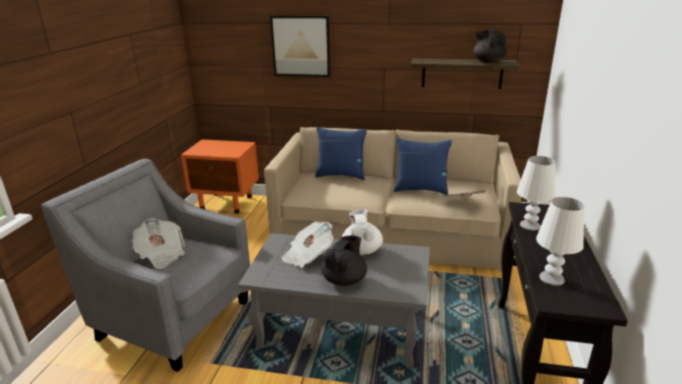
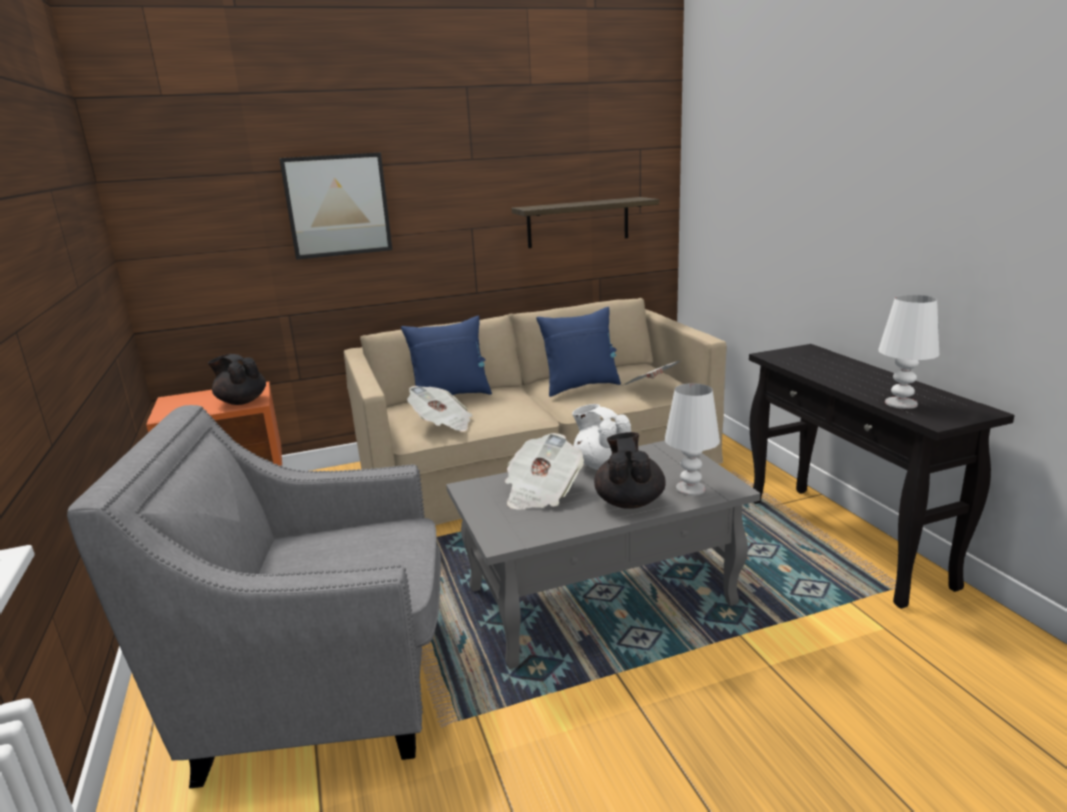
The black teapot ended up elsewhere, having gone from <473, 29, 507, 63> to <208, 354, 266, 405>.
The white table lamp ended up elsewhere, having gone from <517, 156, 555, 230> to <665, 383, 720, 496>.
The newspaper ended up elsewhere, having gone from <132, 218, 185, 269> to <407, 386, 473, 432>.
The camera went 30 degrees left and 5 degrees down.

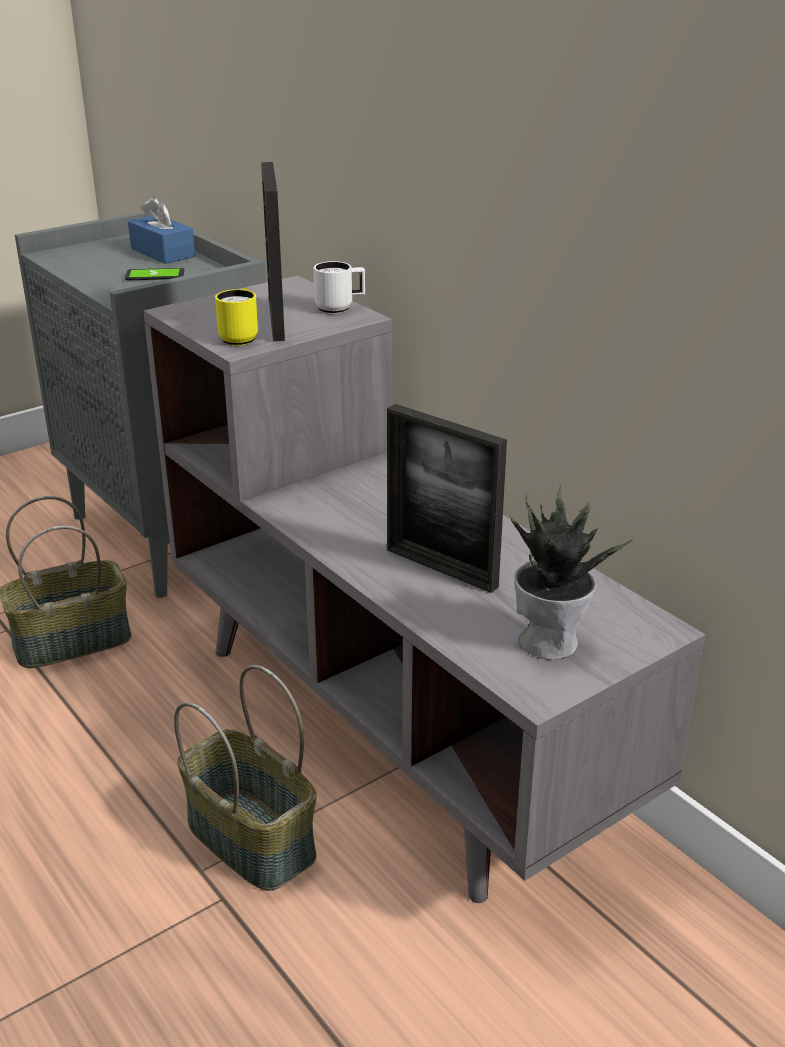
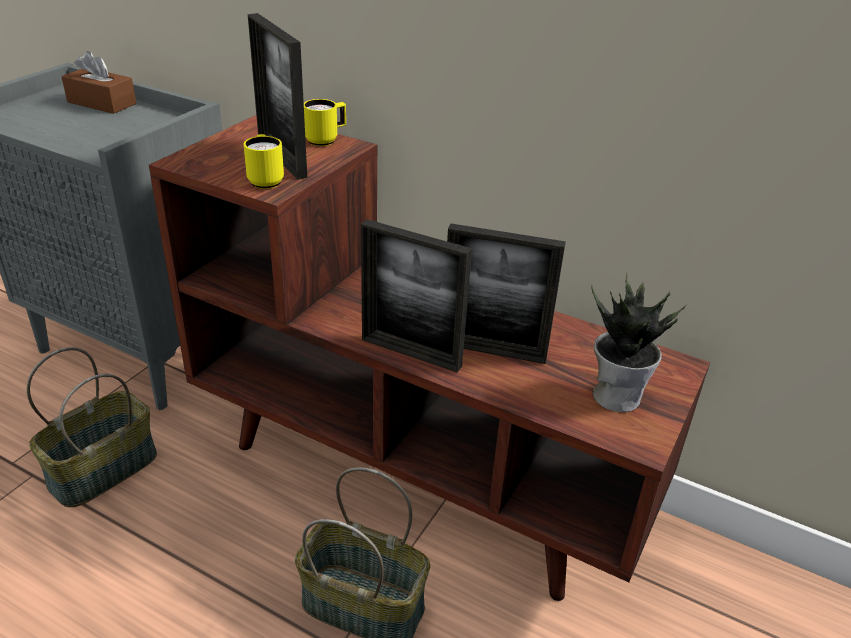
What was the blue tissue box at <128, 196, 195, 264> turned into the brown tissue box at <61, 51, 136, 114>.
What was the white mug at <314, 261, 365, 314> turned into the yellow mug at <304, 99, 346, 146>.
The second view lost the phone at <125, 268, 184, 280>.
What was the grey tv stand at <143, 275, 706, 903> turned into the brown tv stand at <149, 115, 710, 601>.
The second view gained the picture frame at <361, 219, 472, 373>.
The camera went 25 degrees left and 5 degrees up.

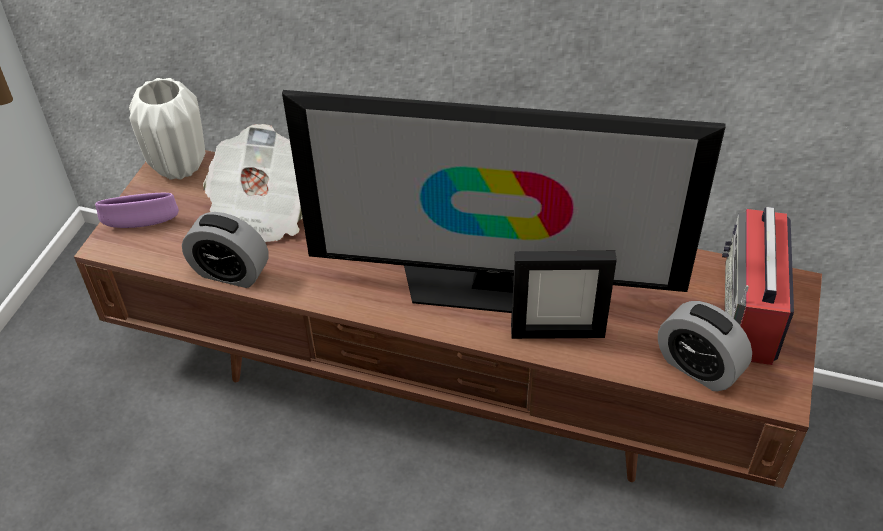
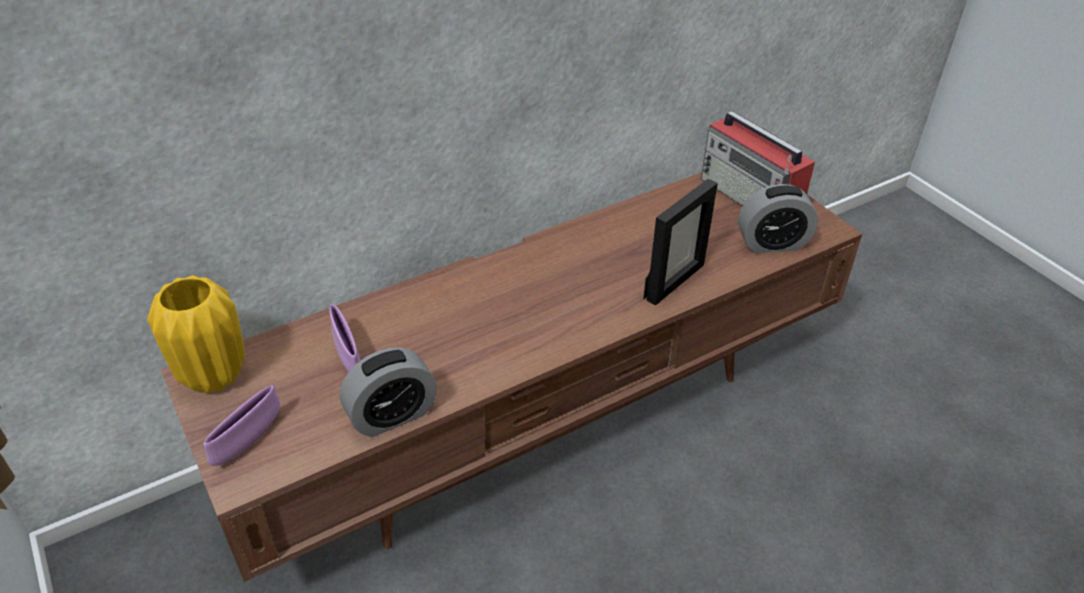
What was the white vase at <129, 78, 205, 180> turned into the yellow vase at <147, 275, 245, 394>.
The second view lost the television at <282, 90, 726, 313>.
Where the newspaper stood at <203, 124, 303, 242>, the purple bowl came to stand at <329, 304, 361, 372>.
The camera went 50 degrees left and 5 degrees down.

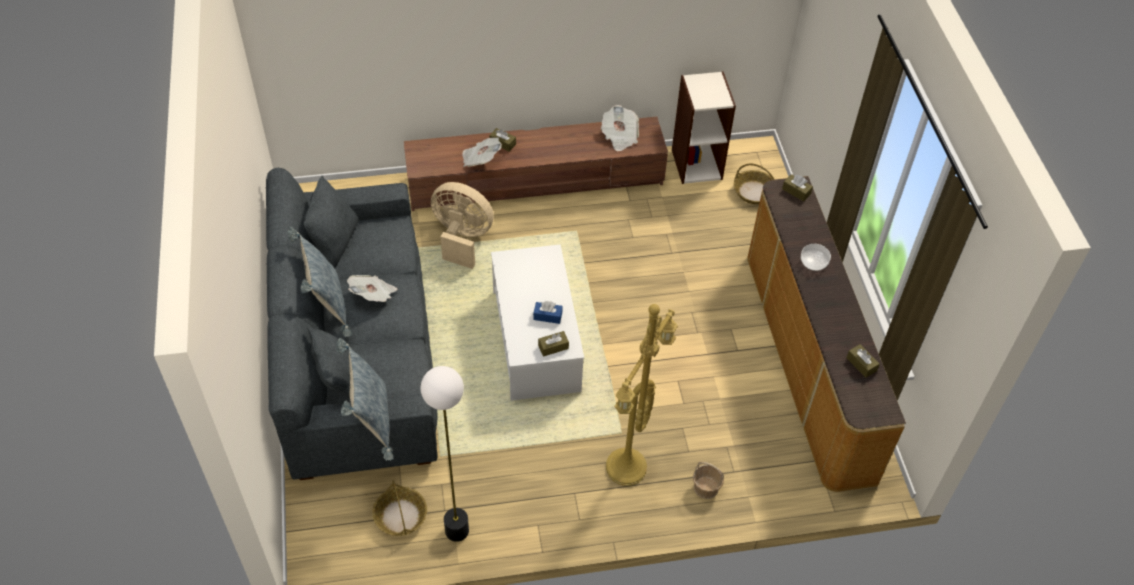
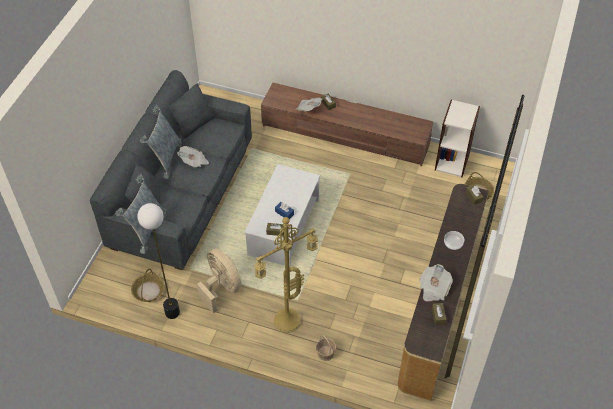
The newspaper ended up elsewhere, having gone from <601, 105, 639, 151> to <420, 264, 453, 301>.
The beige fan ended up elsewhere, having gone from <431, 182, 494, 269> to <197, 248, 242, 313>.
The camera went 30 degrees right and 0 degrees up.

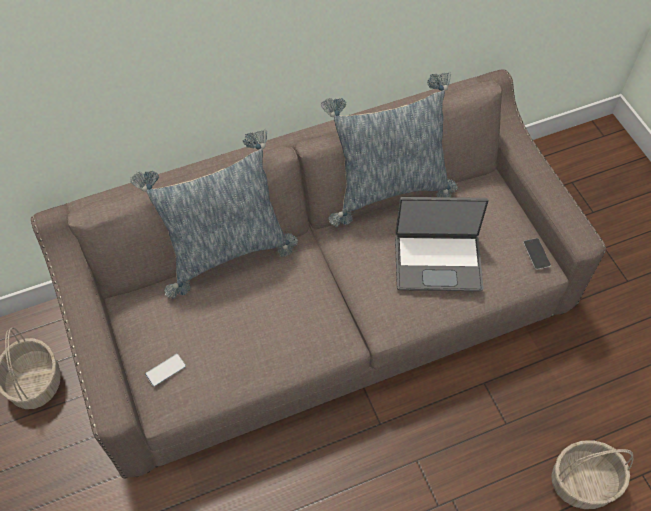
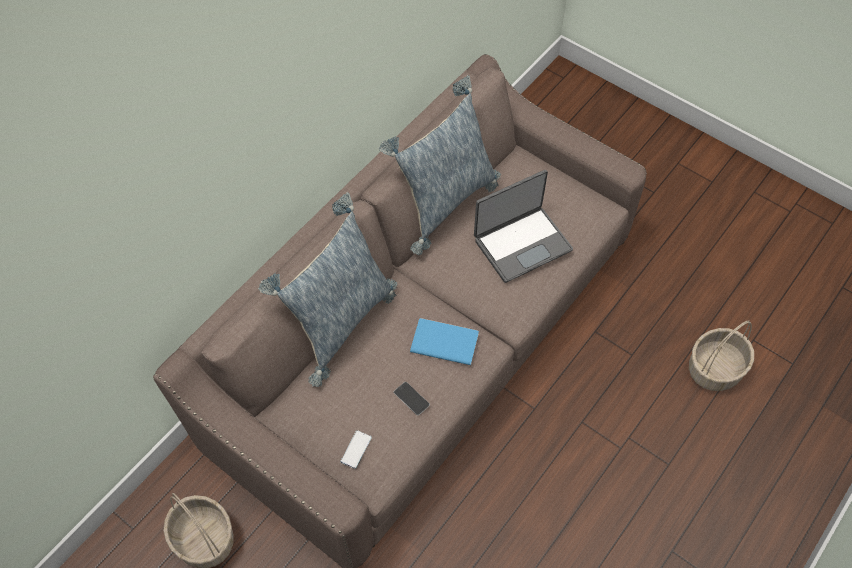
The phone ended up elsewhere, having gone from <523, 238, 551, 270> to <394, 382, 430, 416>.
The second view gained the blue book at <410, 318, 479, 365>.
The camera went 30 degrees left and 0 degrees up.

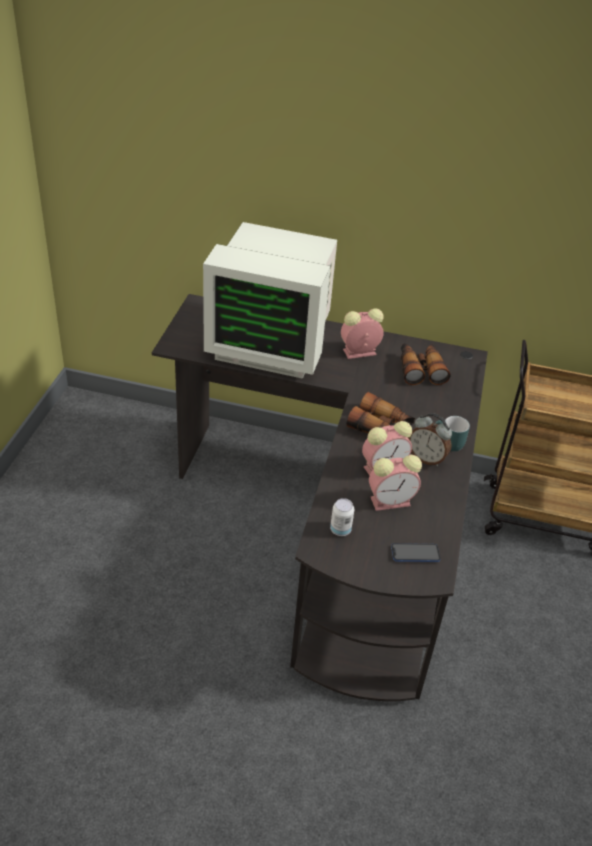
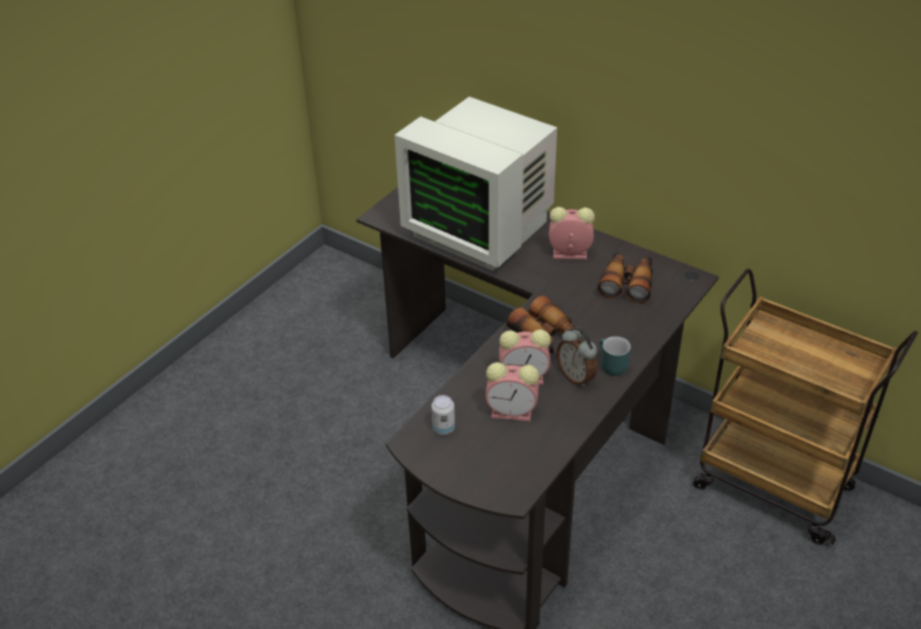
The second view lost the phone at <391, 543, 441, 562>.
The camera went 25 degrees right and 0 degrees up.

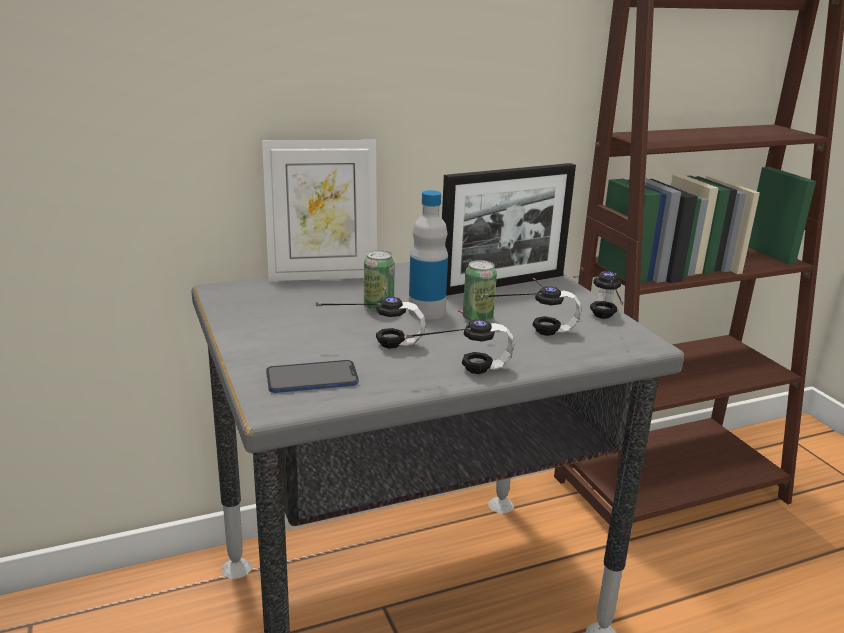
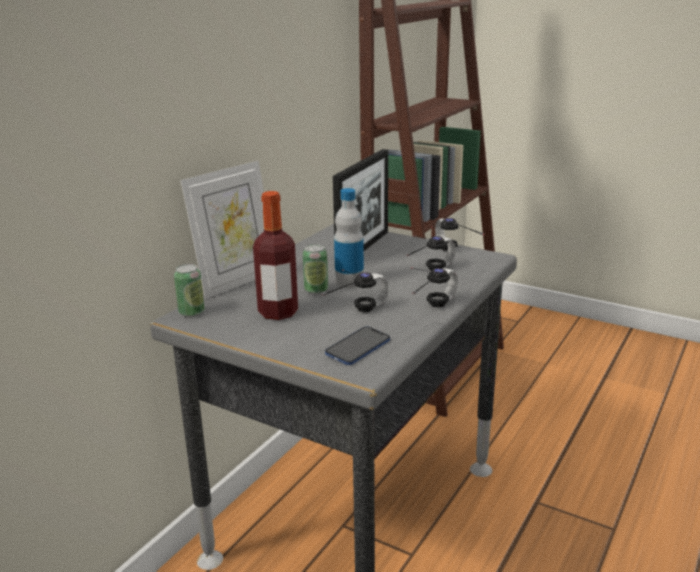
The can ended up elsewhere, having gone from <463, 260, 497, 322> to <174, 264, 205, 317>.
The second view gained the bottle at <253, 191, 298, 320>.
The camera went 35 degrees left and 0 degrees up.

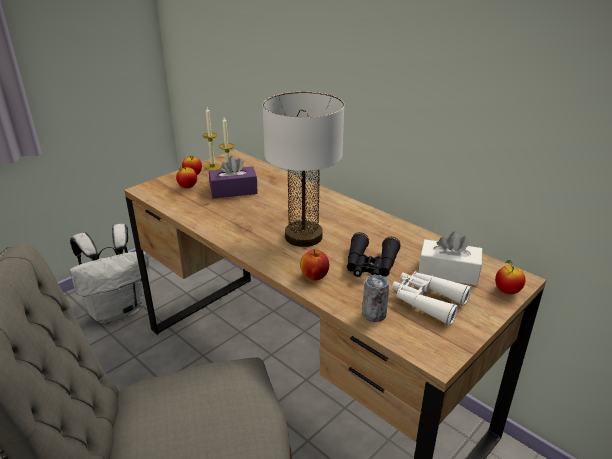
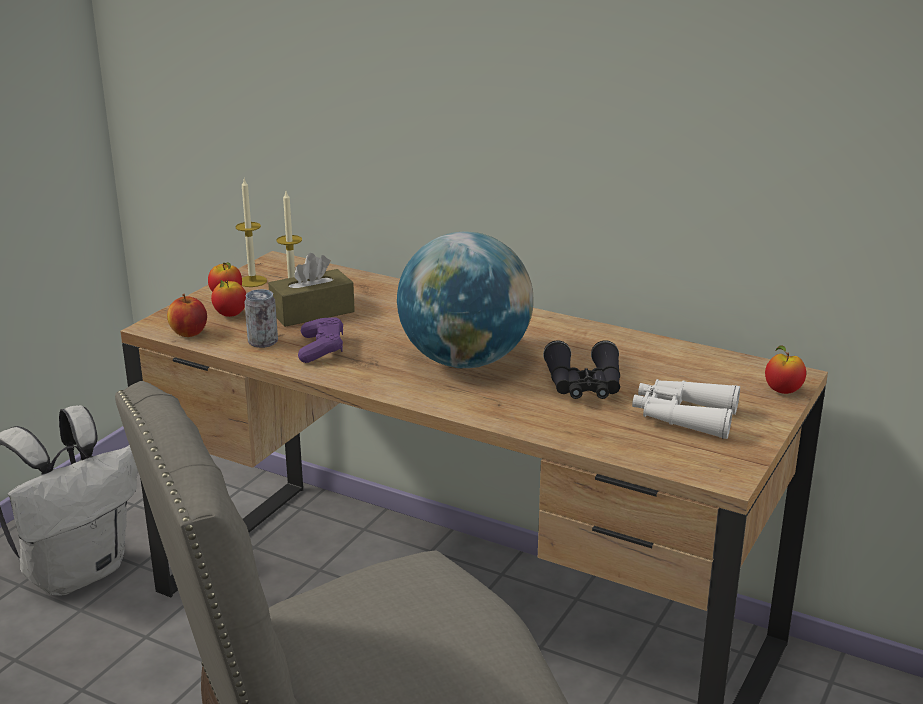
Where the table lamp stood at <263, 92, 344, 247>, the globe came to stand at <397, 231, 534, 368>.
What was the purple tissue box at <209, 156, 258, 199> turned into the brown tissue box at <268, 253, 355, 327>.
The second view lost the white tissue box at <418, 231, 482, 286>.
The apple ended up elsewhere, having gone from <300, 249, 329, 281> to <167, 294, 207, 337>.
The can ended up elsewhere, having gone from <362, 275, 389, 322> to <244, 289, 278, 348>.
The second view gained the purple game controller at <298, 317, 343, 363>.
The camera went 15 degrees left and 5 degrees down.

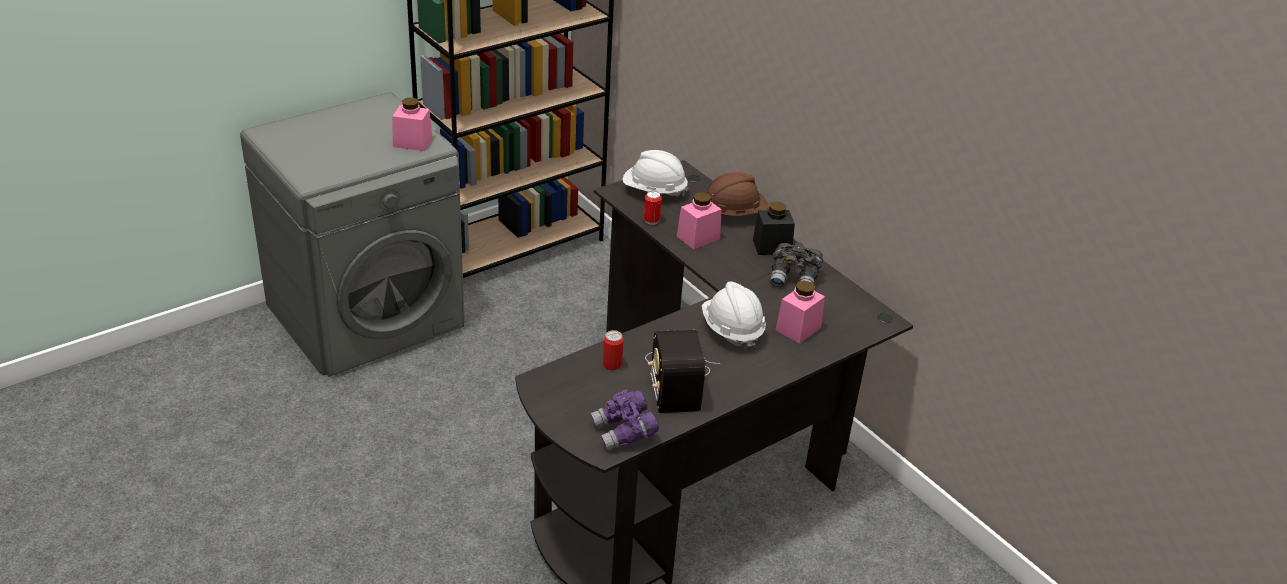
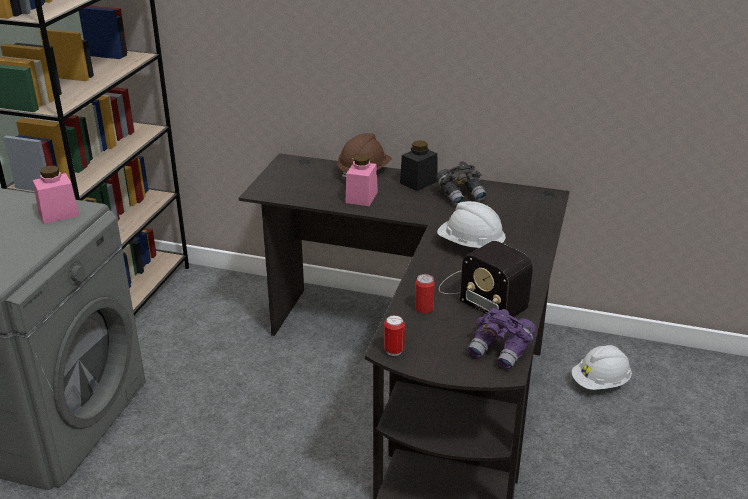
The white hard hat ended up elsewhere, having gone from <623, 150, 688, 196> to <571, 345, 632, 390>.
The can ended up elsewhere, having gone from <644, 191, 662, 225> to <384, 315, 405, 356>.
The second view lost the pink jar at <776, 281, 825, 344>.
The camera went 35 degrees left and 5 degrees down.

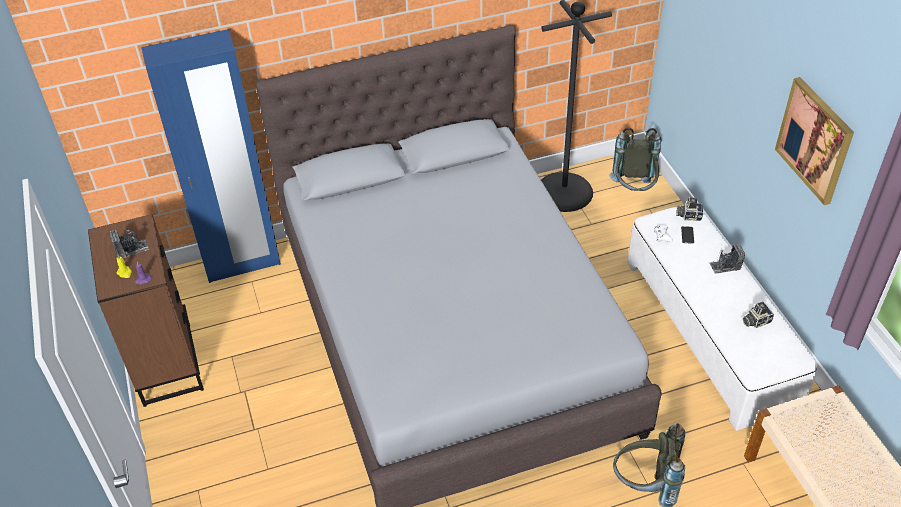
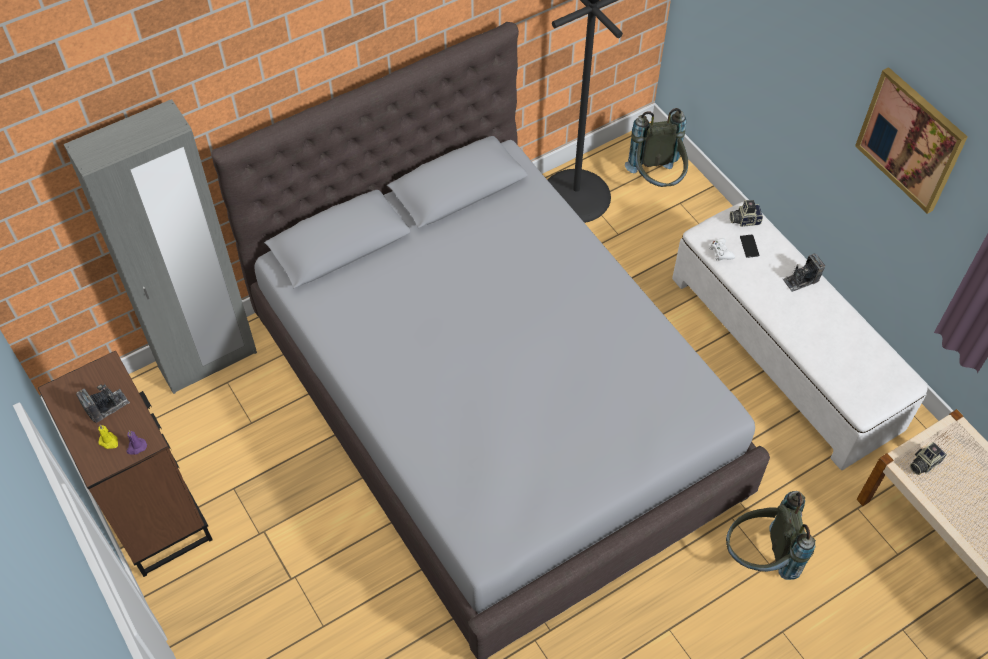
What was the blue wardrobe at <141, 29, 281, 283> turned into the grey wardrobe at <64, 99, 257, 394>.
The photo camera ended up elsewhere, having gone from <743, 302, 774, 328> to <910, 442, 947, 475>.
The camera went 15 degrees left and 10 degrees up.

